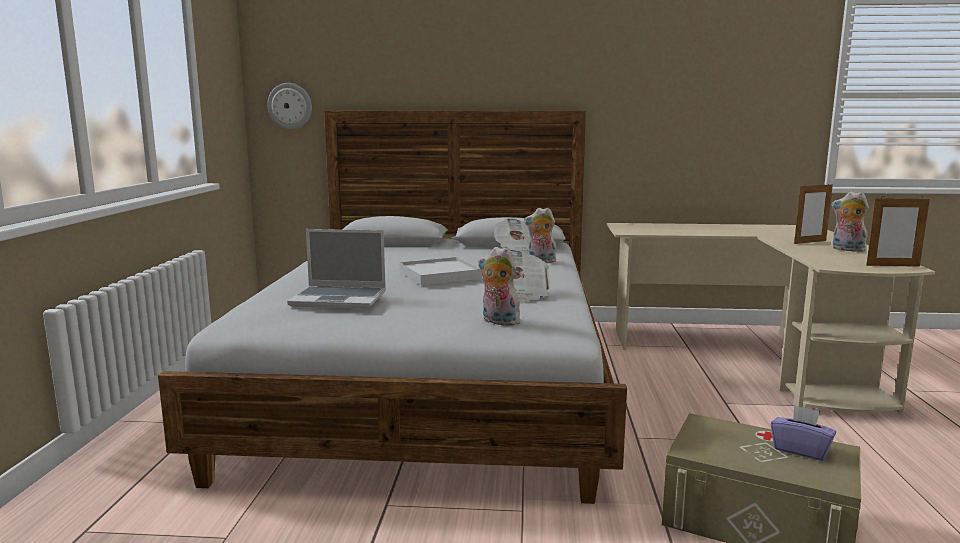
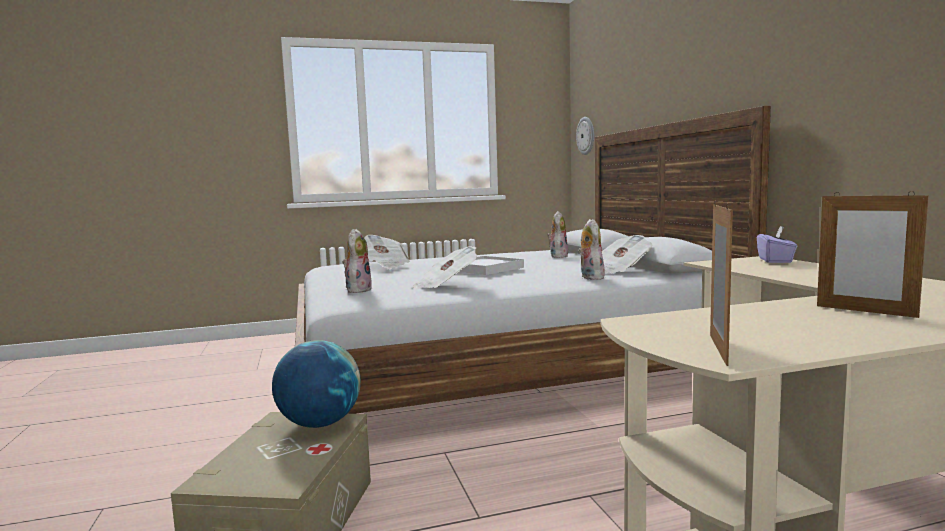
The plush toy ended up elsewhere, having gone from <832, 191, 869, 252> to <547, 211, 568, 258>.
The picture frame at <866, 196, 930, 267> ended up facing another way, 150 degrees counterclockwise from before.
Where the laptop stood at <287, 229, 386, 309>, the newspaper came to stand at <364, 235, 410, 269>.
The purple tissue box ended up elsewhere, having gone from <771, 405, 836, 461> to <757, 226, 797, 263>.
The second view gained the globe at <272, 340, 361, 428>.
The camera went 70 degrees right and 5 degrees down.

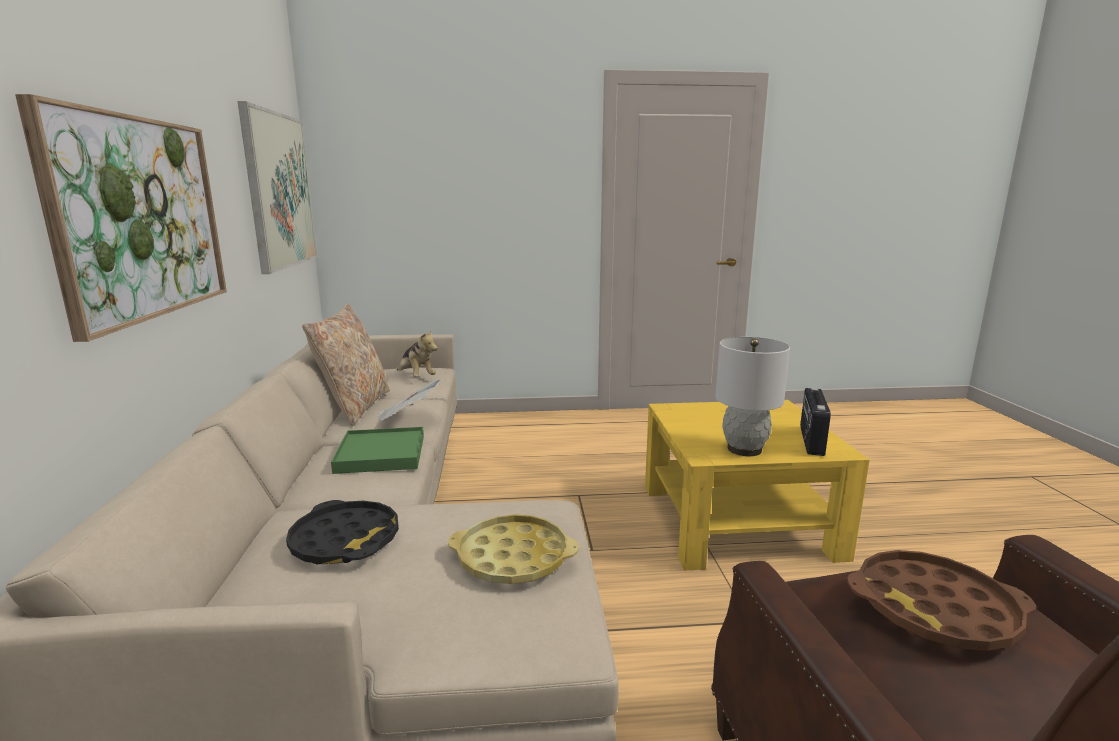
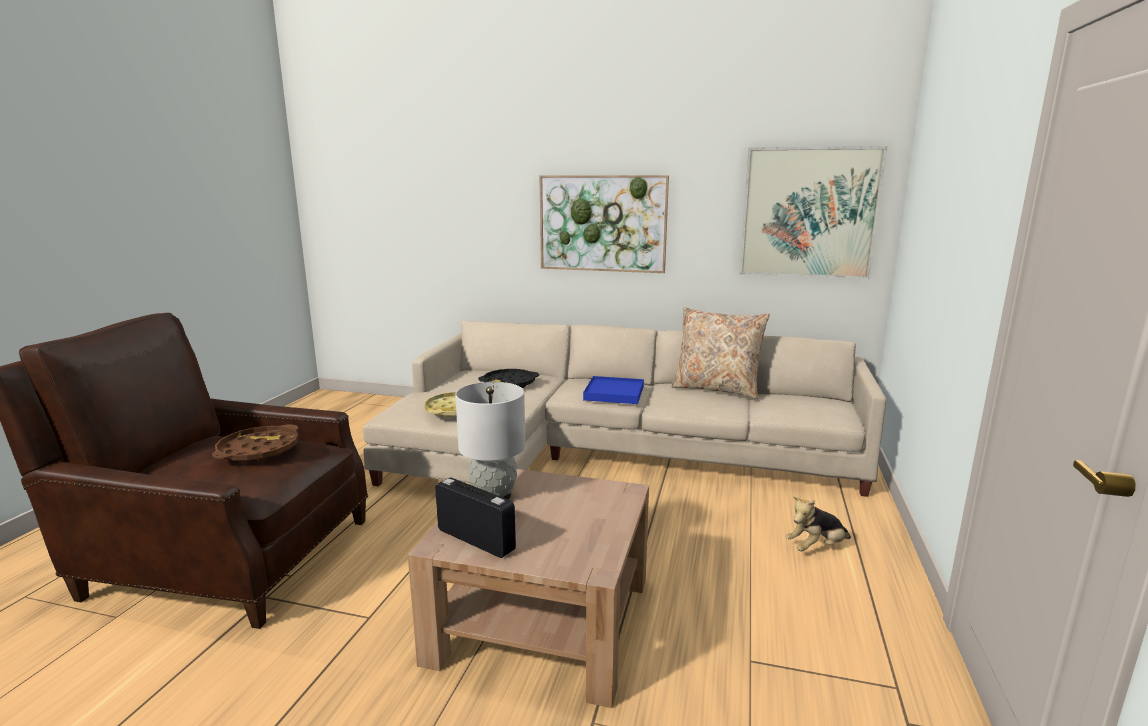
The plush toy ended up elsewhere, having gone from <397, 329, 438, 377> to <786, 497, 851, 552>.
The second view lost the newspaper at <378, 379, 441, 422>.
What was the yellow coffee table at <645, 400, 870, 571> turned into the brown coffee table at <408, 469, 649, 708>.
What was the green tray at <331, 427, 424, 474> turned into the blue tray at <583, 376, 644, 404>.
The camera went 110 degrees right and 0 degrees up.

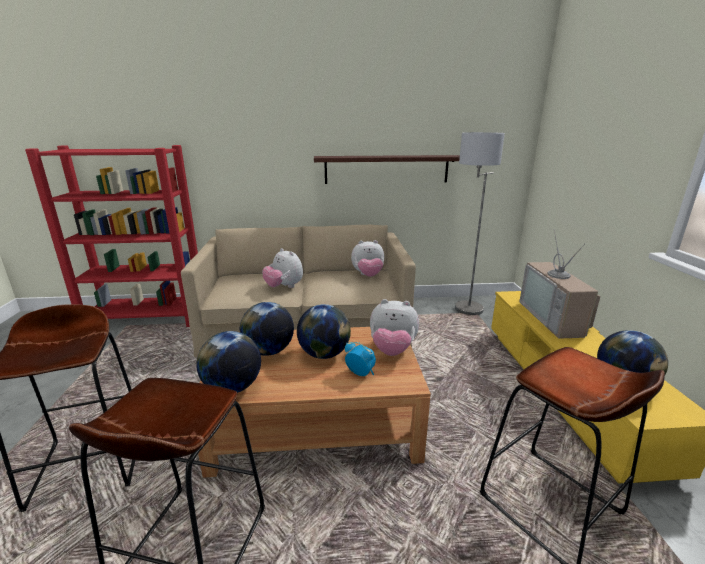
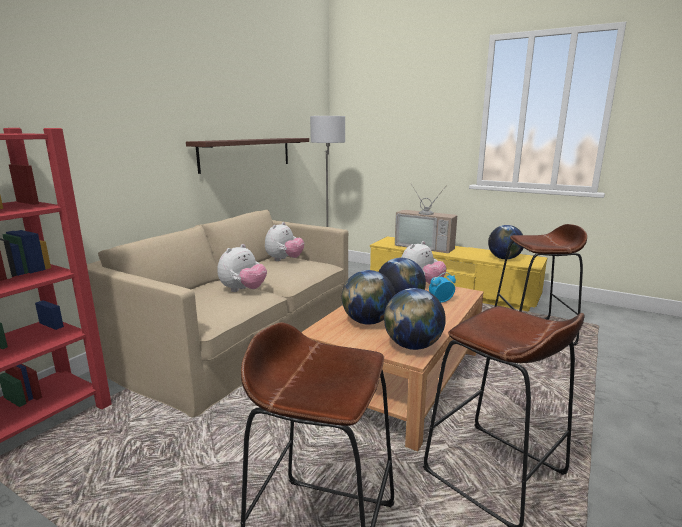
The plush toy at <262, 248, 303, 288> ended up facing another way, 45 degrees counterclockwise from before.
The camera went 55 degrees left and 5 degrees down.

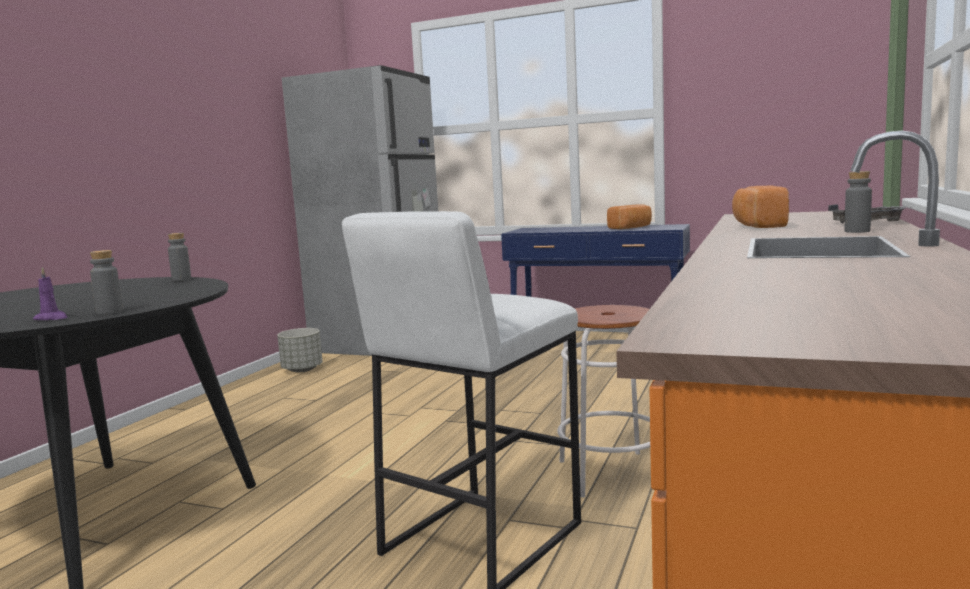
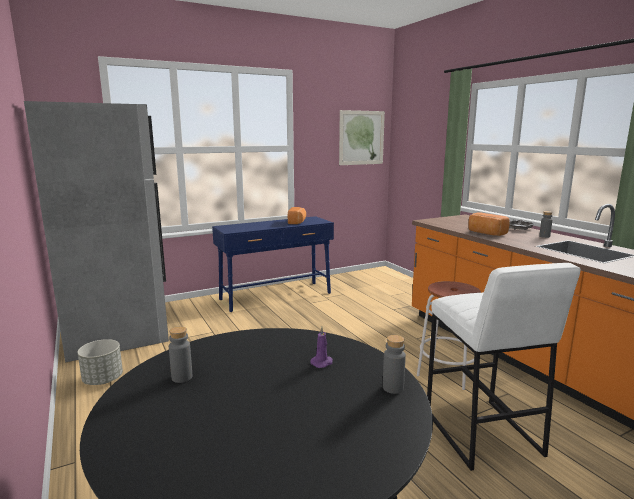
The grey bottle ended up elsewhere, having gone from <168, 233, 191, 281> to <169, 326, 192, 383>.
The purple candle ended up elsewhere, having gone from <33, 267, 68, 320> to <310, 327, 333, 368>.
The second view gained the picture at <339, 110, 385, 165>.
The camera went 50 degrees left and 5 degrees up.

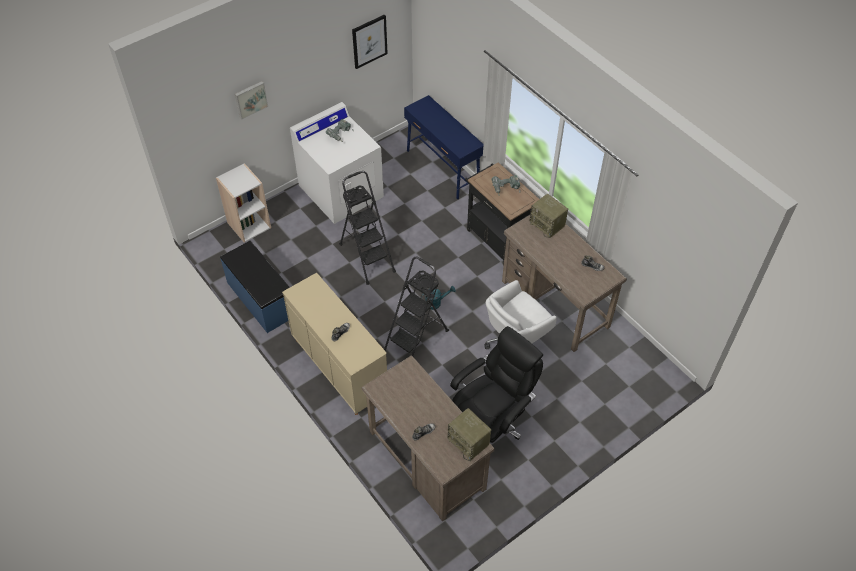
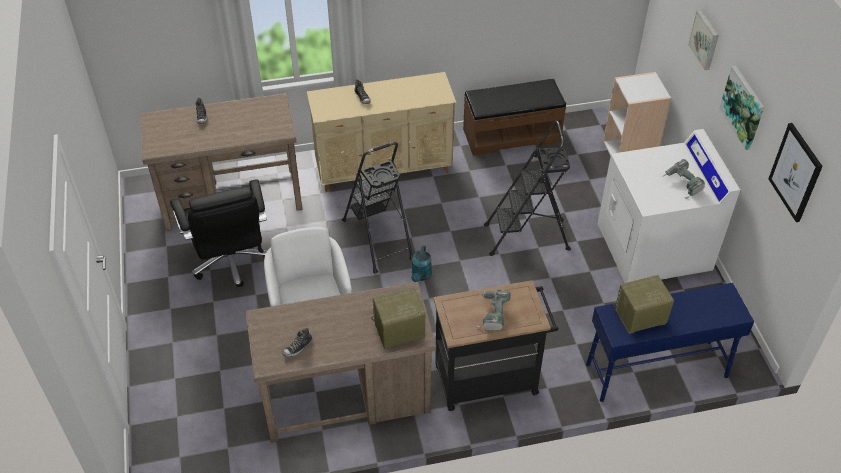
What was the blue bench at <220, 241, 290, 333> turned into the brown bench at <463, 79, 566, 156>.
The radio ended up elsewhere, having gone from <448, 408, 491, 461> to <613, 275, 674, 334>.
The second view gained the picture at <719, 66, 764, 150>.
The camera went 115 degrees right and 5 degrees down.

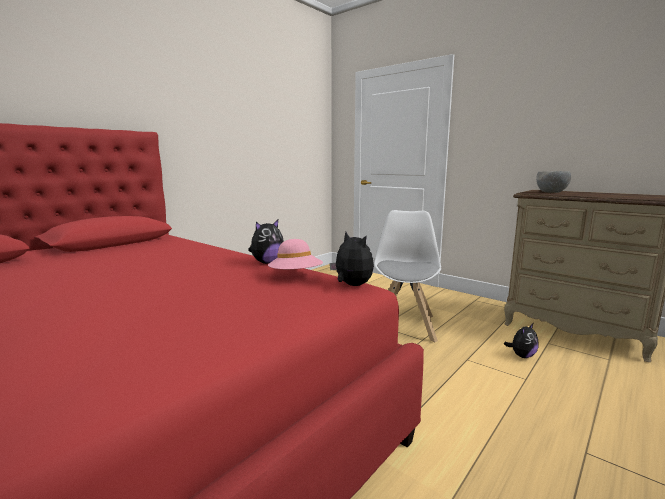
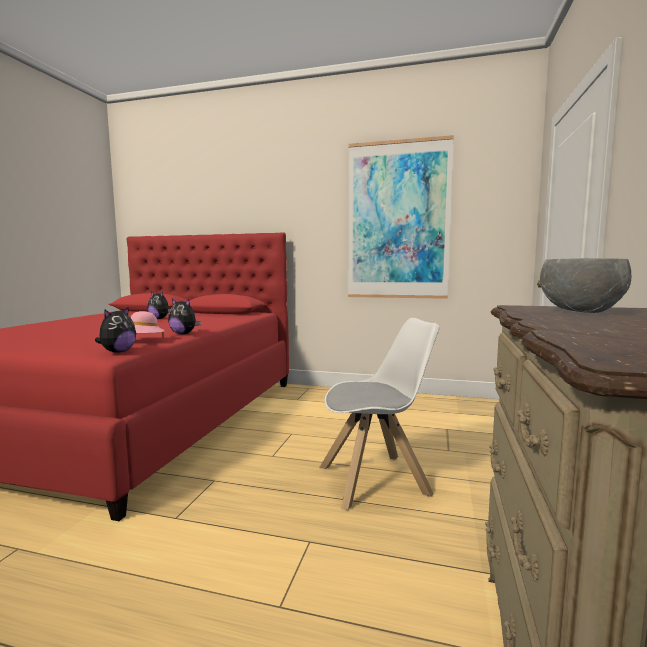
The plush toy ended up elsewhere, having gone from <504, 324, 539, 358> to <147, 291, 170, 319>.
The second view gained the picture at <348, 135, 454, 299>.
The camera went 65 degrees right and 5 degrees down.

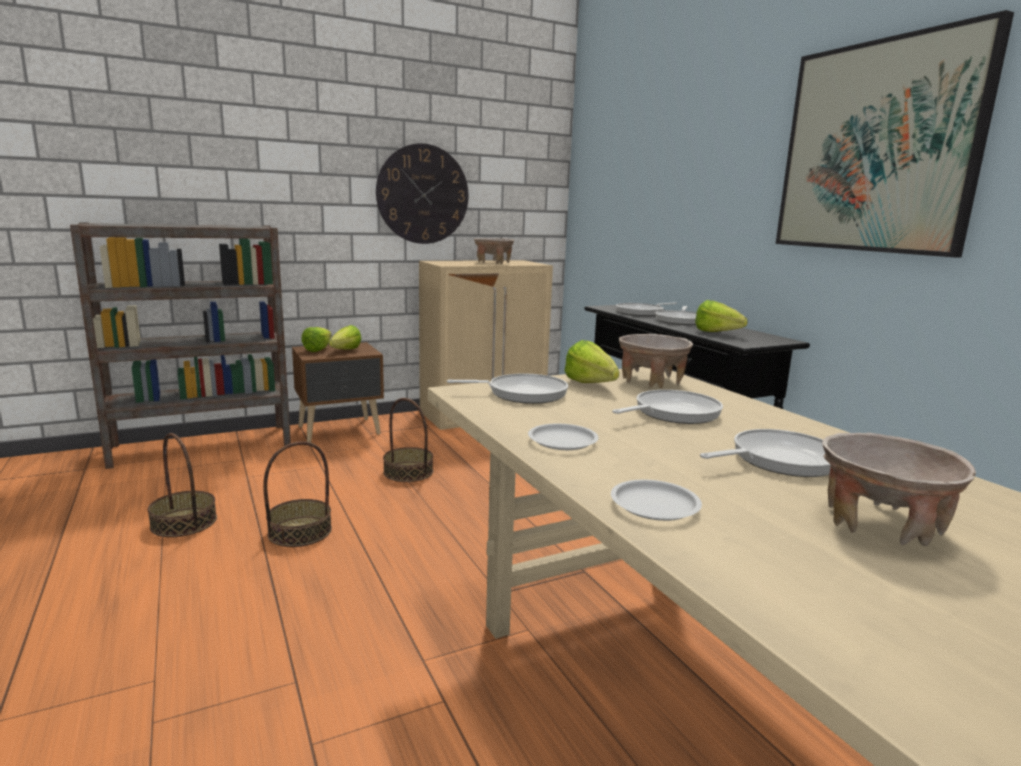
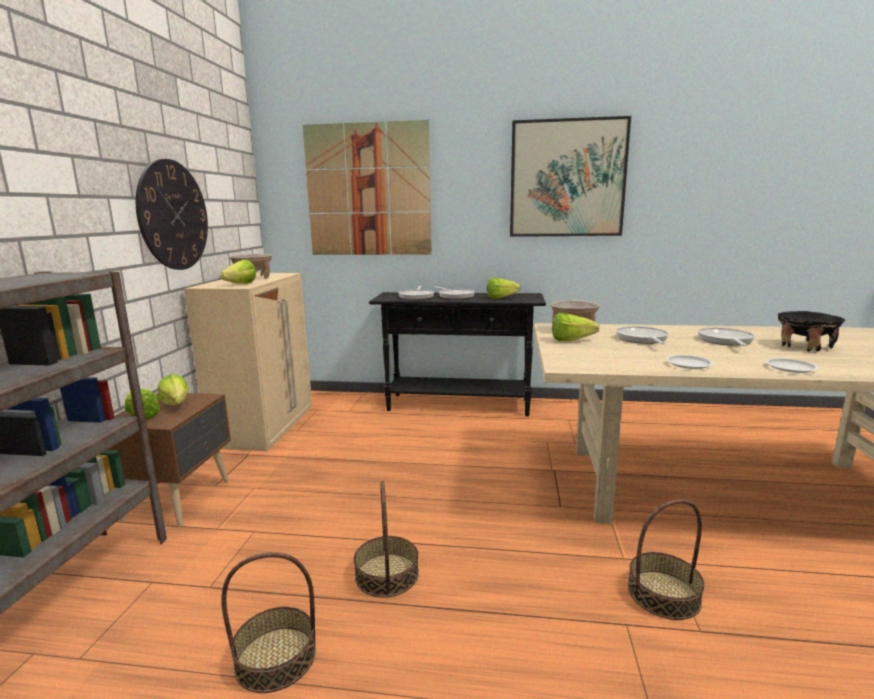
The second view lost the frying pan at <447, 374, 568, 404>.
The basket ended up elsewhere, having gone from <383, 398, 433, 482> to <628, 499, 705, 620>.
What was the beige bowl at <822, 433, 976, 546> turned into the black bowl at <778, 311, 845, 352>.
The second view gained the picture at <303, 120, 432, 255>.
The second view gained the lettuce at <221, 259, 256, 284>.
The camera went 55 degrees left and 0 degrees up.

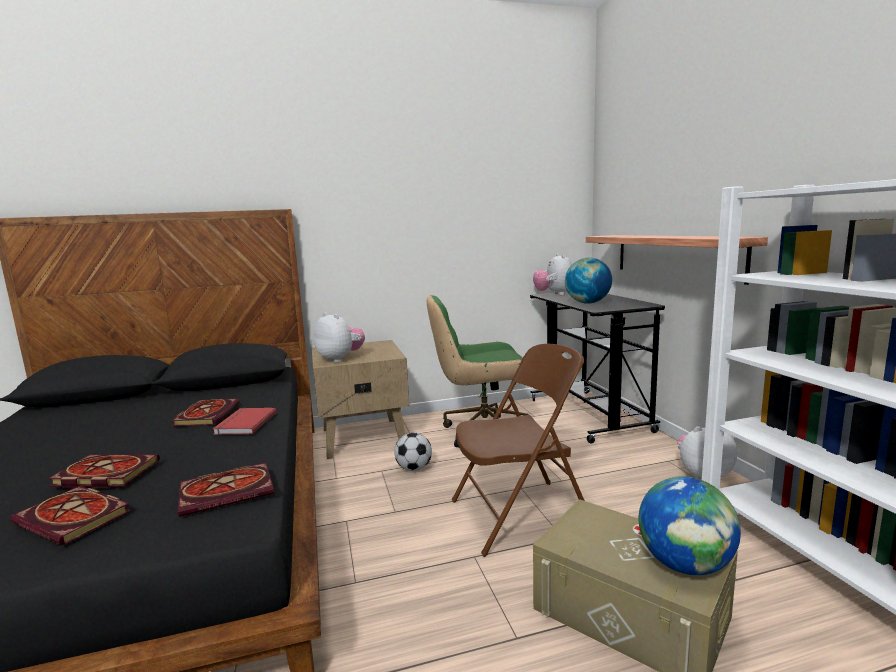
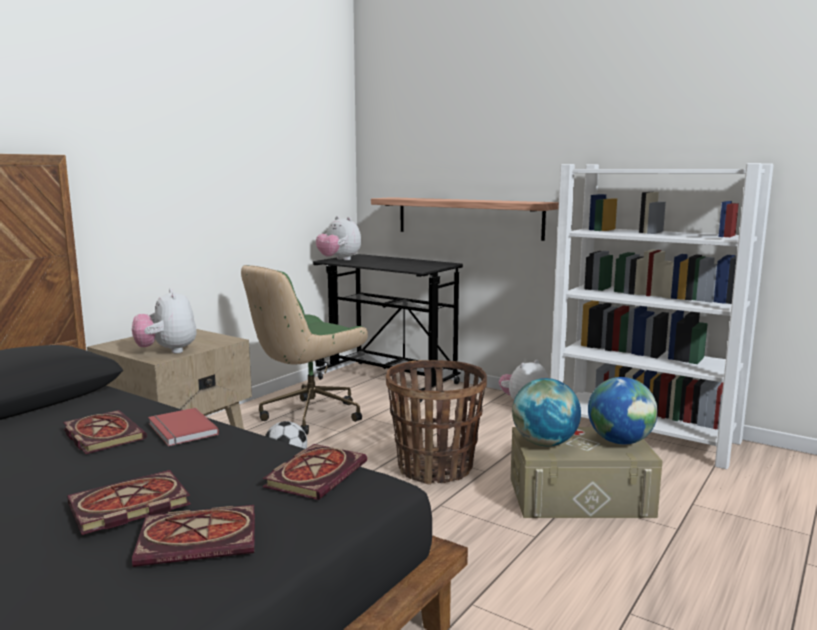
The globe ended up elsewhere, having gone from <565, 257, 612, 304> to <512, 378, 581, 446>.
The plush toy at <314, 312, 365, 362> ended up facing another way, 120 degrees counterclockwise from before.
Where the brown chair stood at <452, 344, 585, 557>, the basket came to stand at <386, 360, 487, 485>.
The camera went 40 degrees left and 0 degrees up.

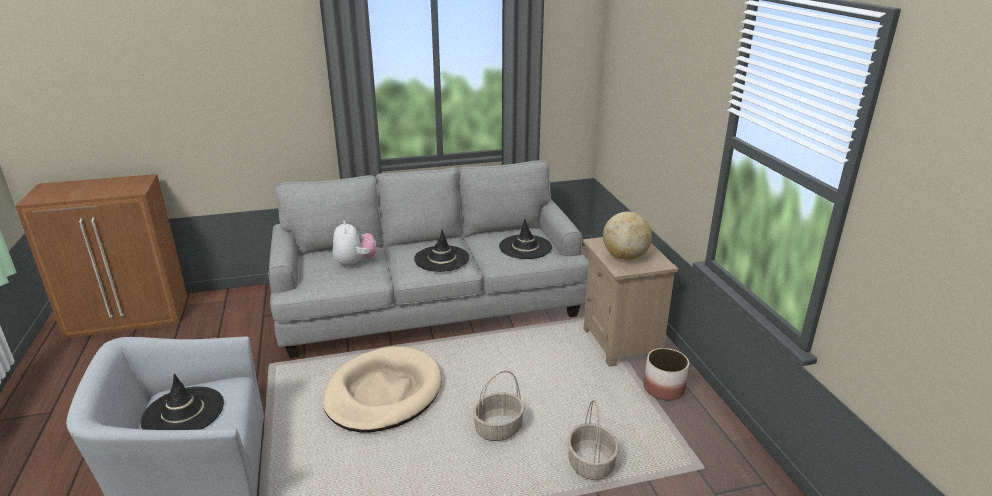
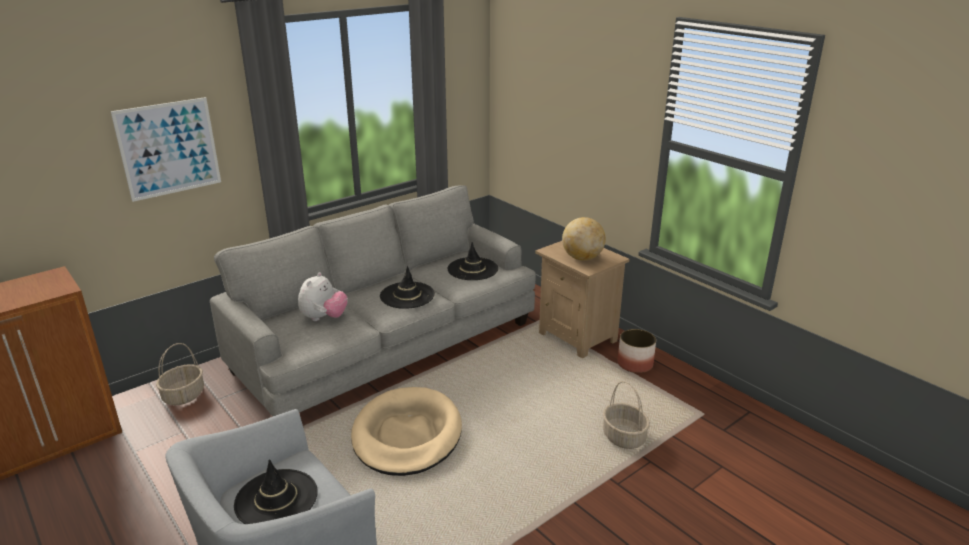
The plush toy at <333, 221, 377, 268> ended up facing another way, 60 degrees clockwise from before.
The basket ended up elsewhere, having gone from <473, 371, 525, 441> to <156, 343, 204, 405>.
The second view gained the picture at <111, 97, 221, 202>.
The camera went 25 degrees left and 0 degrees up.

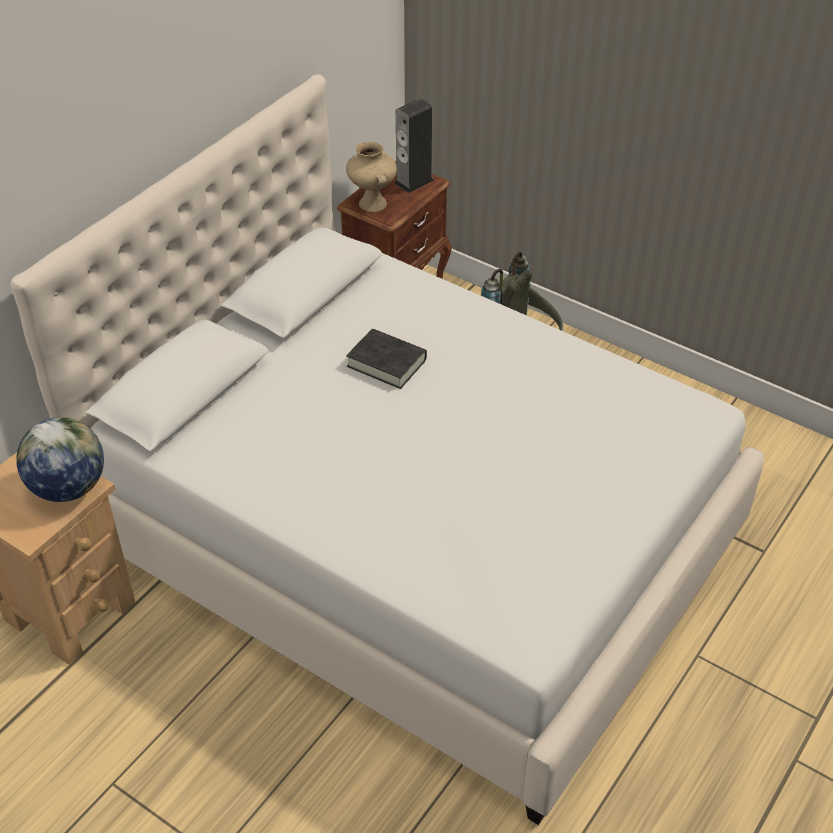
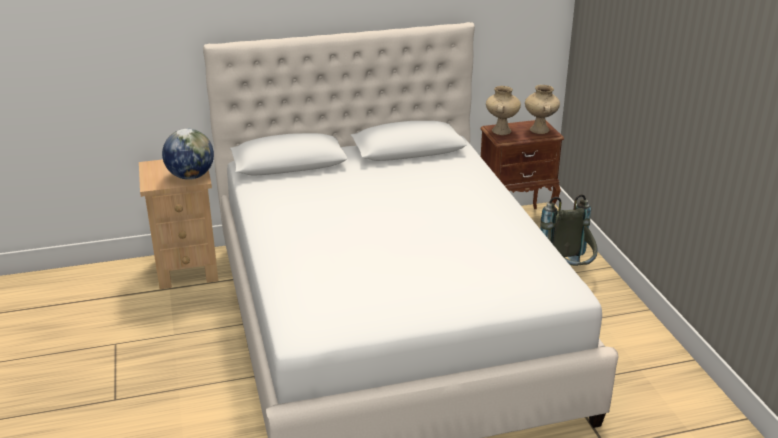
Where the speaker stood at <394, 99, 434, 193>, the beige vase came to stand at <525, 85, 560, 134>.
The second view lost the black book at <346, 329, 427, 389>.
The camera went 40 degrees right and 15 degrees down.

